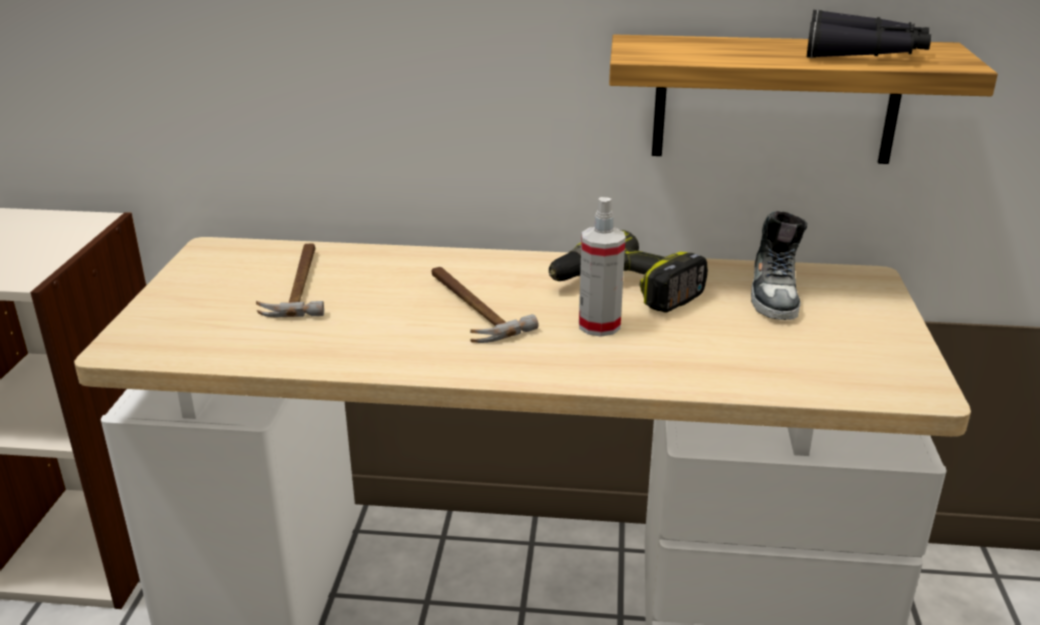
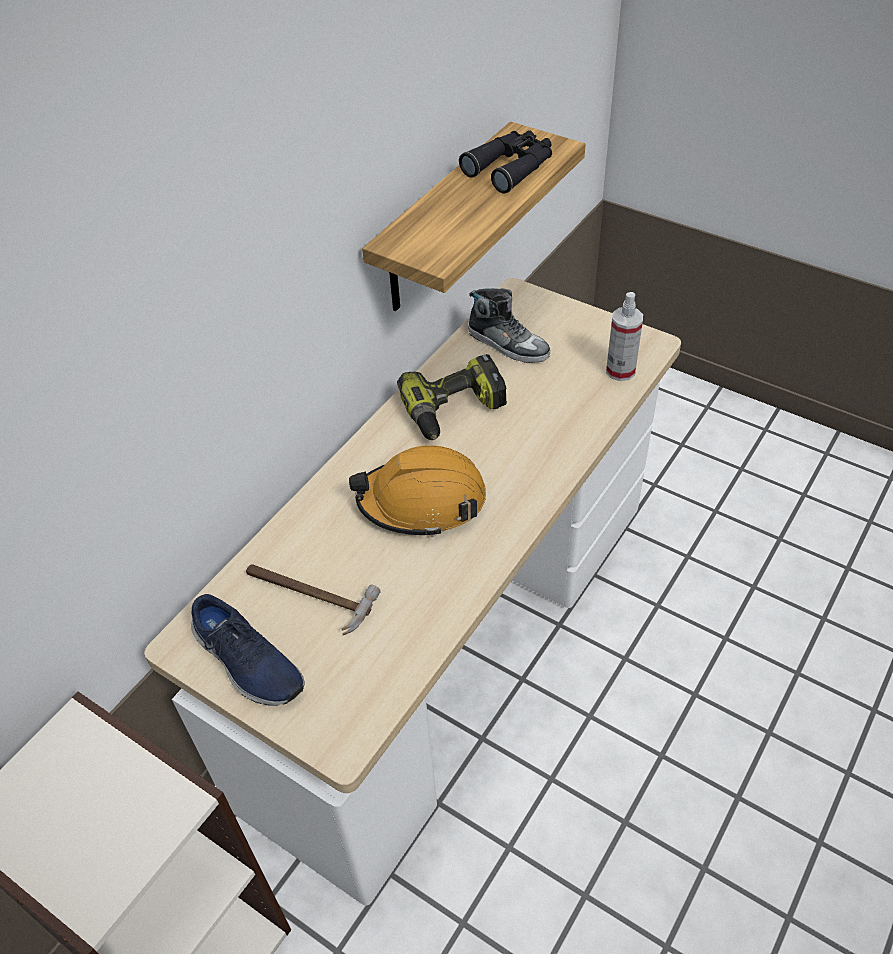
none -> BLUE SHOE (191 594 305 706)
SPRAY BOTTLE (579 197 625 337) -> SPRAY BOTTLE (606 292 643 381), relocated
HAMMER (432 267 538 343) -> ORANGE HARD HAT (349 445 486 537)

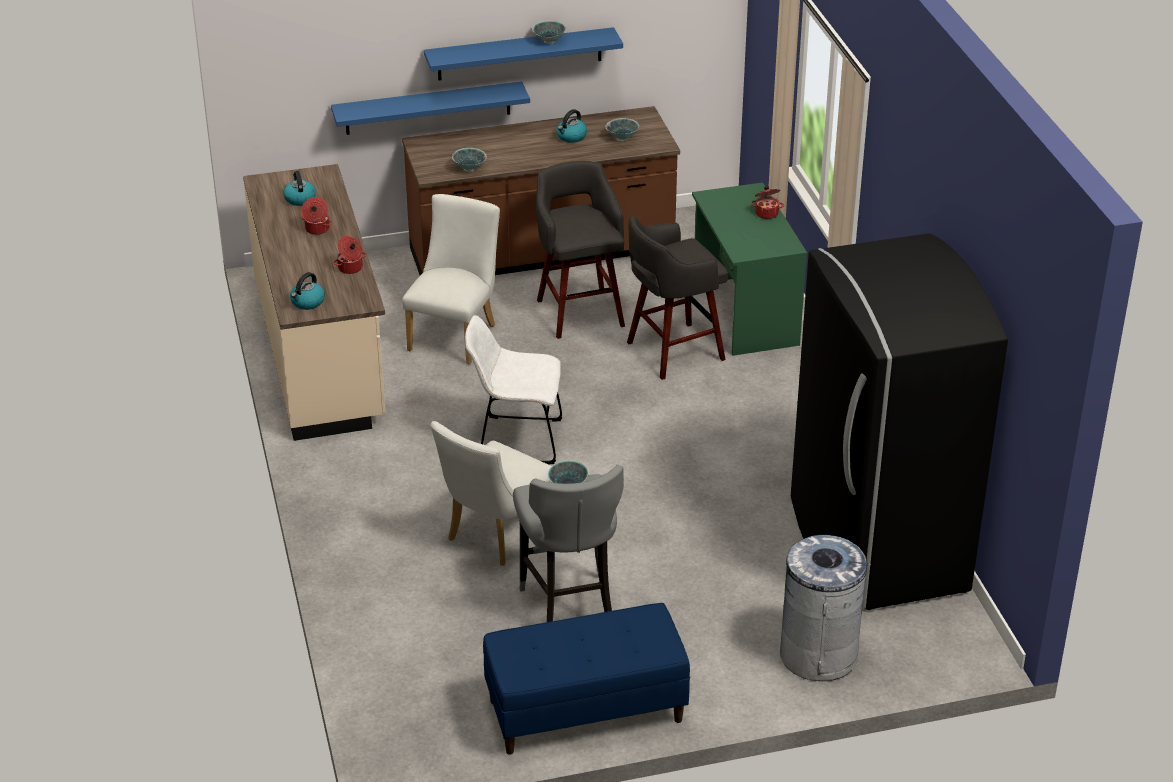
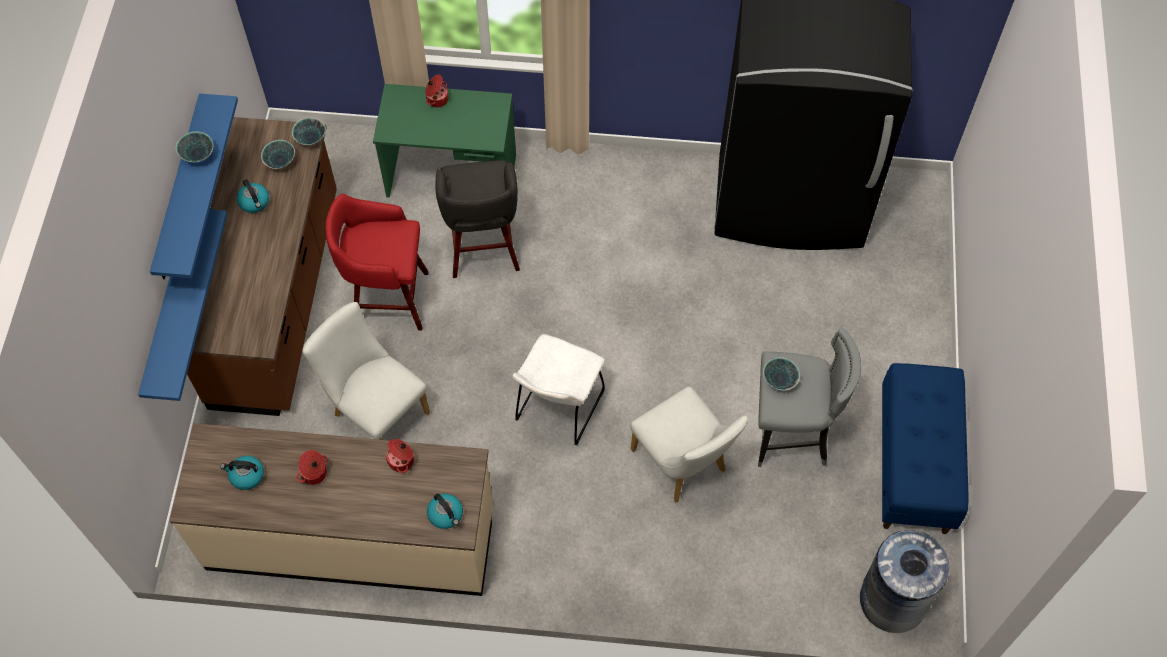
BOWL (452 148 487 172) -> BOWL (292 117 326 145), relocated
GREY TRASH CAN (780 535 871 681) -> GREY TRASH CAN (860 530 950 633), relocated
GREY STOOL (536 161 625 339) -> RED STOOL (326 193 429 330)

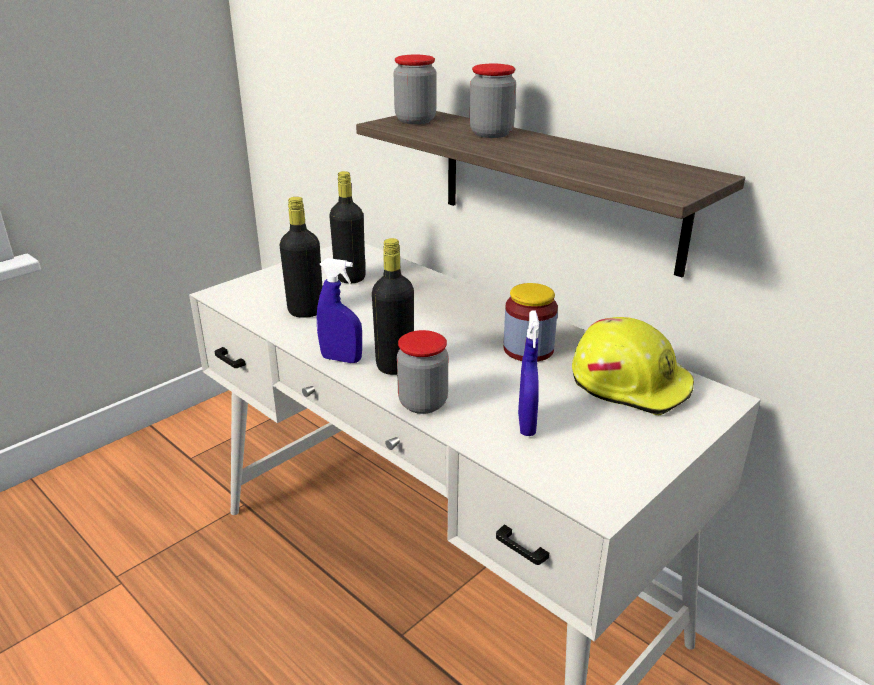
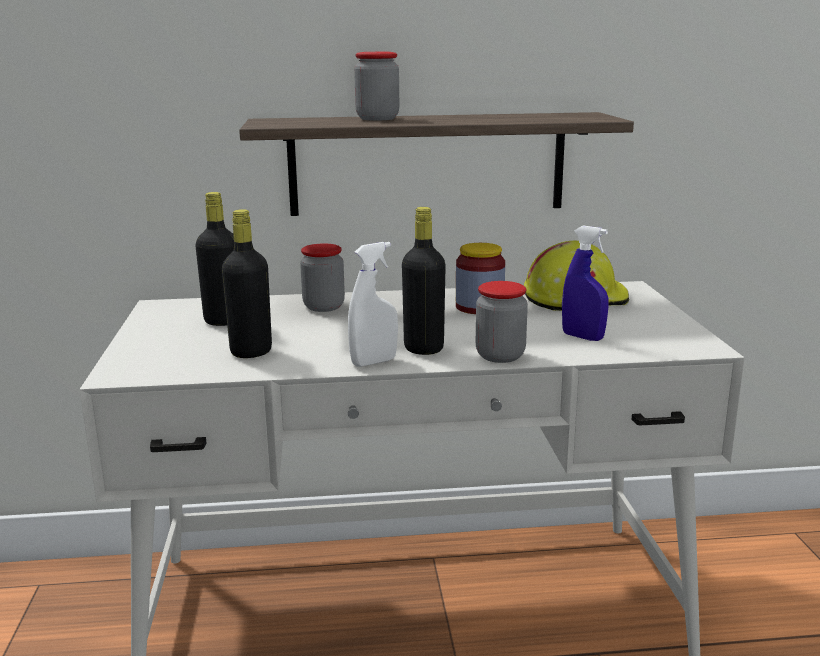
JAR (394 54 436 124) -> JAR (300 244 345 312), relocated
BLUE SPRAY BOTTLE (317 258 362 363) -> WHITE SPRAY BOTTLE (348 242 398 367)

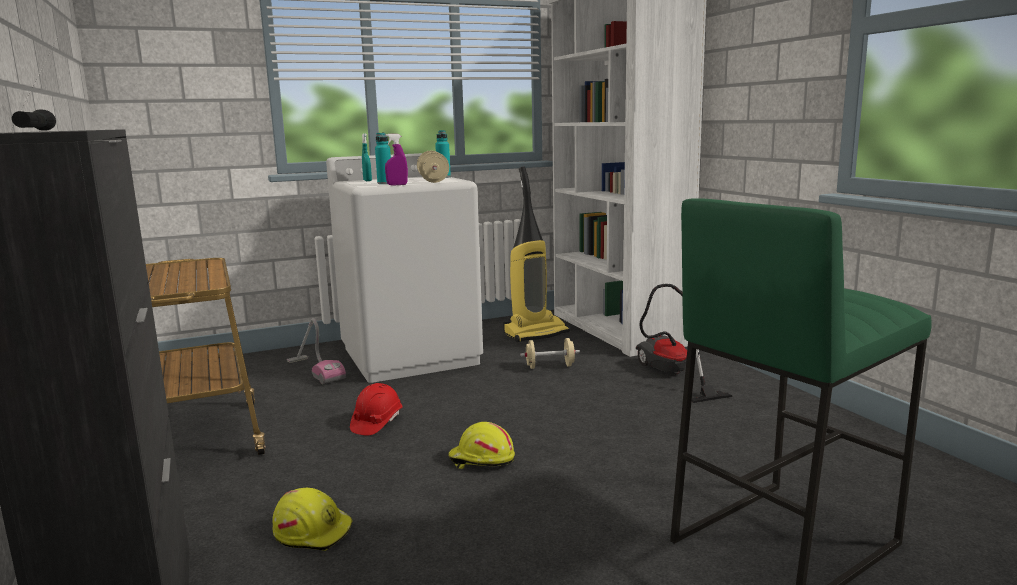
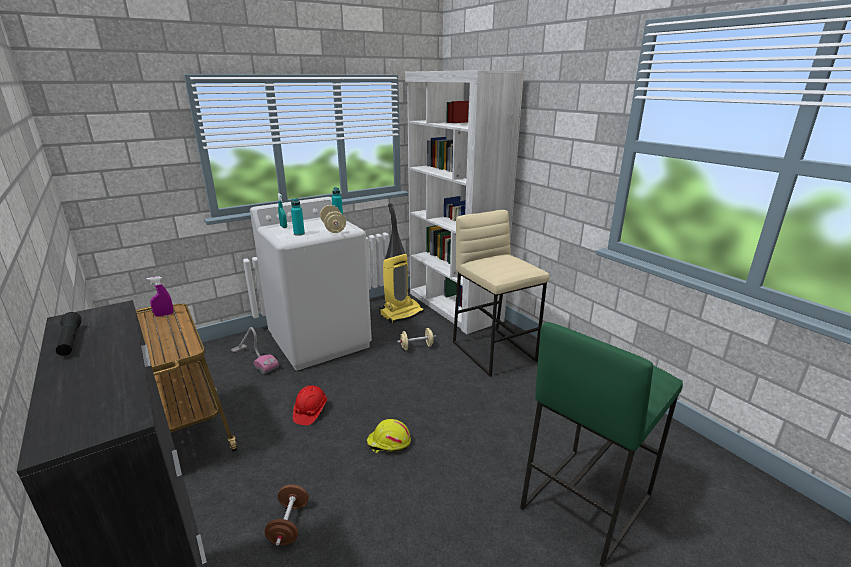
PURPLE SPRAY BOTTLE (385 134 408 185) -> PURPLE SPRAY BOTTLE (147 276 173 317), relocated
YELLOW HARD HAT (272 488 353 551) -> BROWN DUMBBELL (264 485 309 546)
VACUUM CLEANER (636 284 733 403) -> BEIGE STOOL (453 210 550 377)

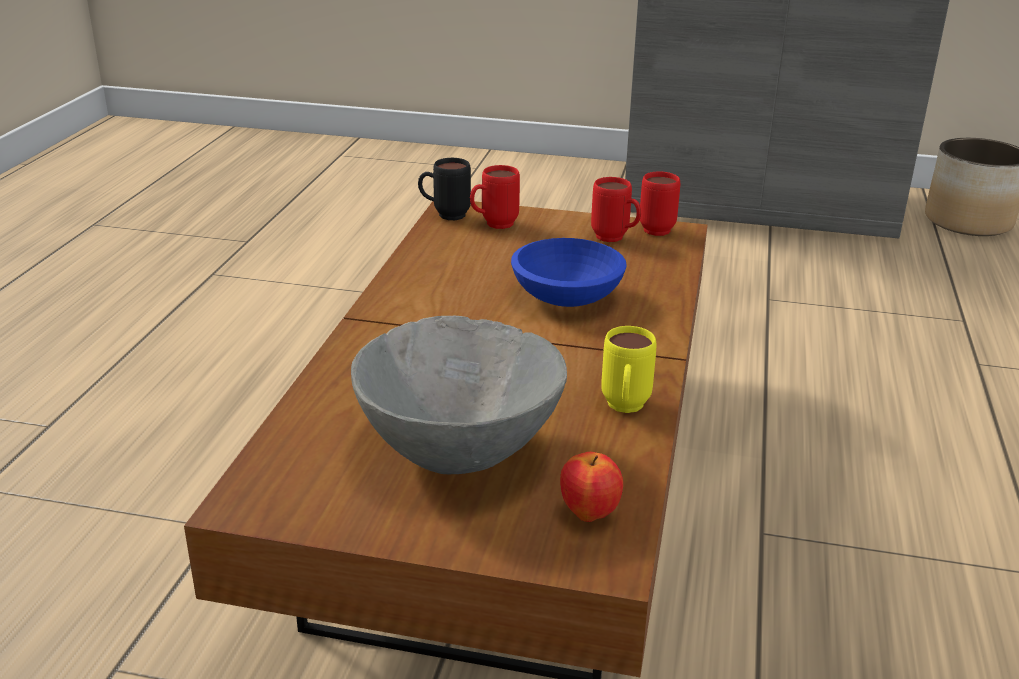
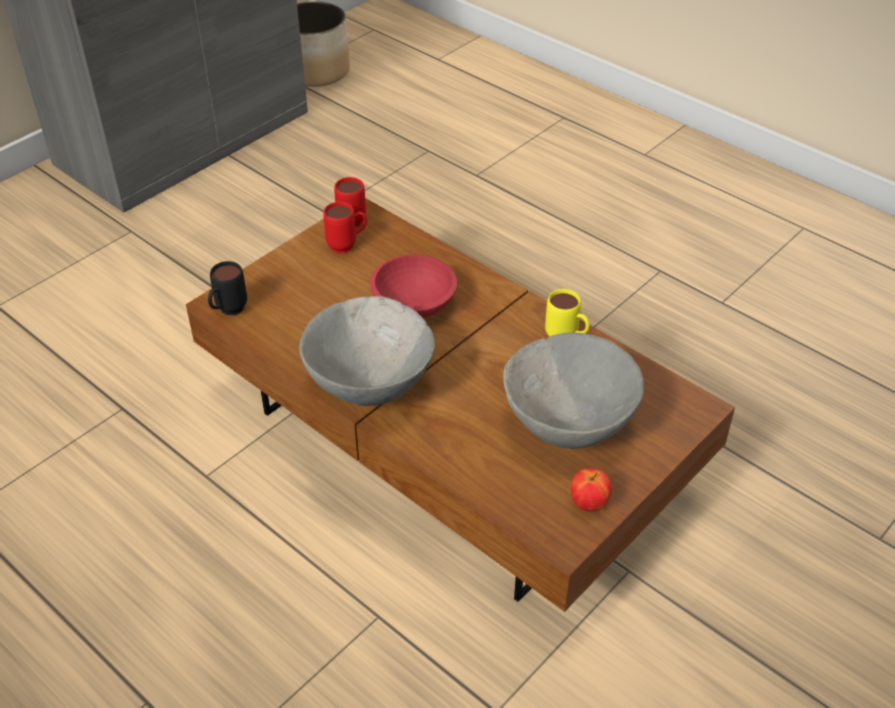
RED MUG (470 165 520 229) -> none
none -> GREY BOWL (299 296 435 406)
APPLE (560 452 623 522) -> APPLE (571 468 612 511), relocated
BLUE BOWL (511 238 627 307) -> RED BOWL (370 255 457 318)

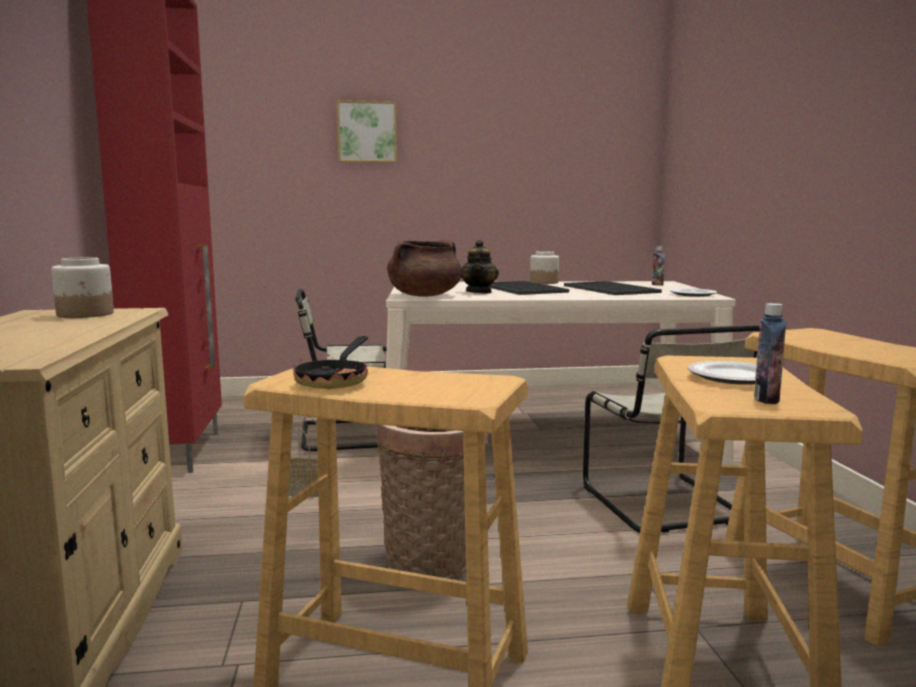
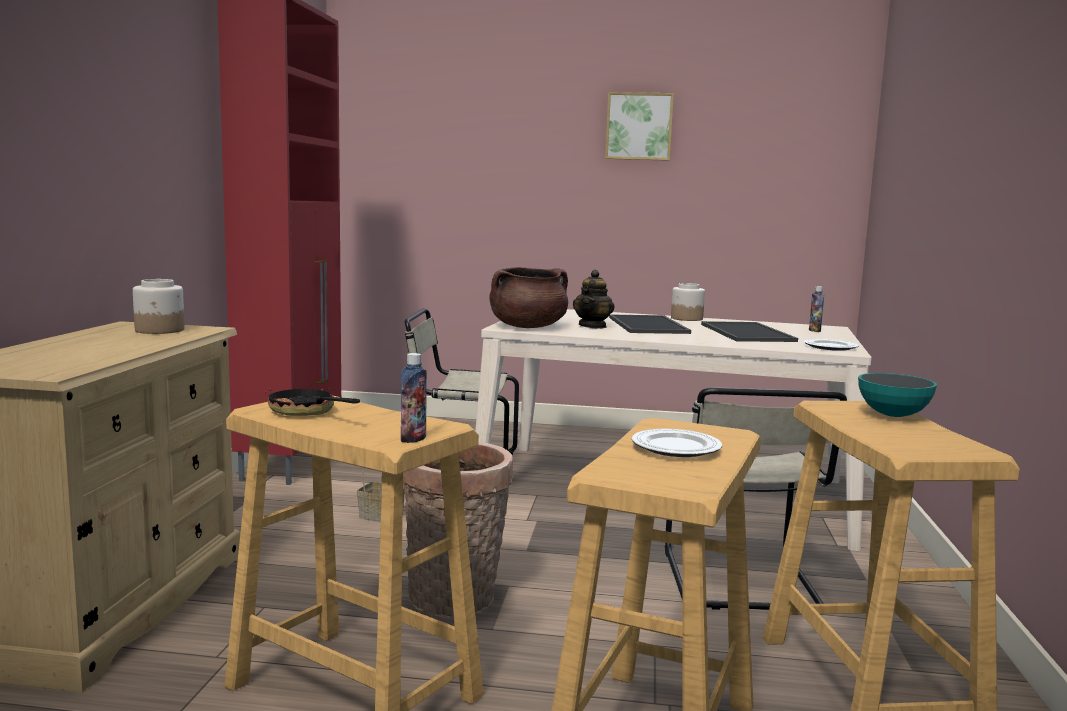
none -> BOWL (858 373 937 417)
PICTURE (337 100 397 162) -> PICTURE (605 92 674 161), relocated
BOTTLE (754 303 786 404) -> BOTTLE (401 353 427 443), relocated
FRYING PAN (293 336 368 389) -> FRYING PAN (265 385 360 416), 105 degrees clockwise

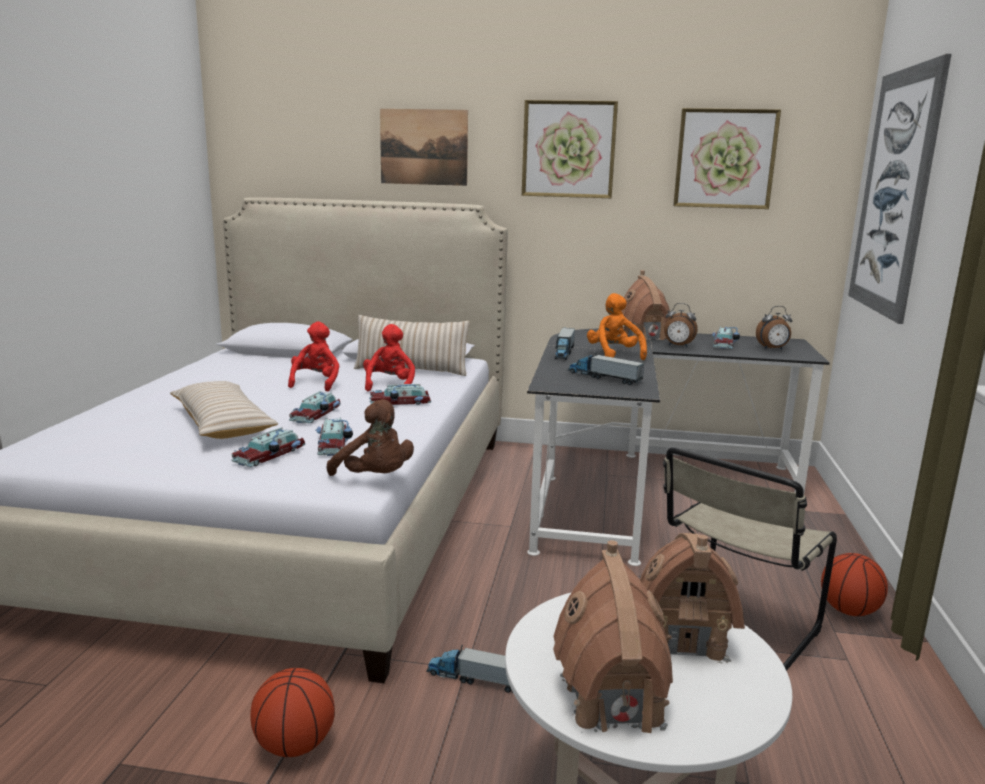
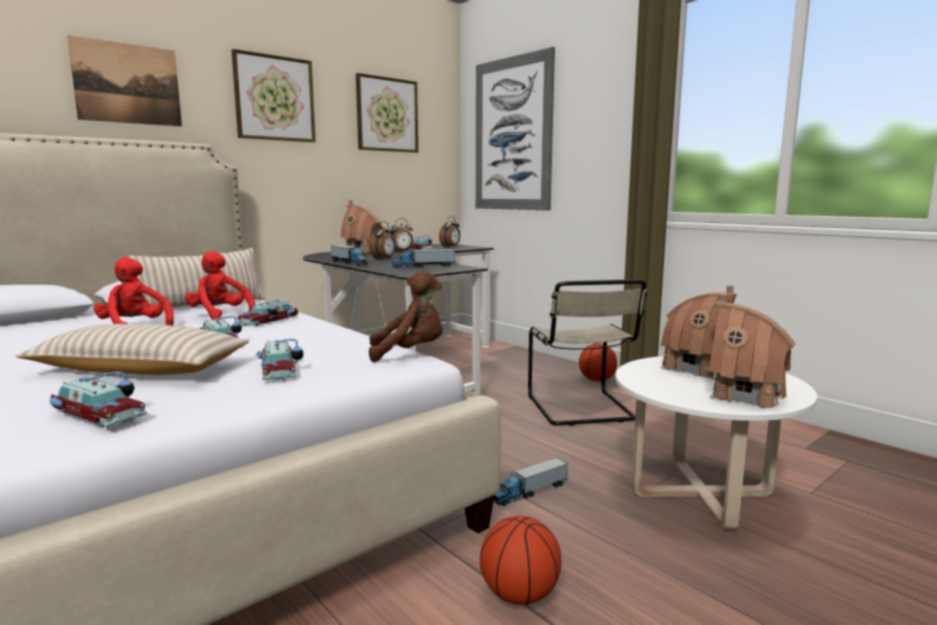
TOY CAR (316 418 353 456) -> TOY CAR (48 371 147 427), relocated
ORANGE PLUSH TOY (587 293 647 360) -> ALARM CLOCK (369 221 396 260)

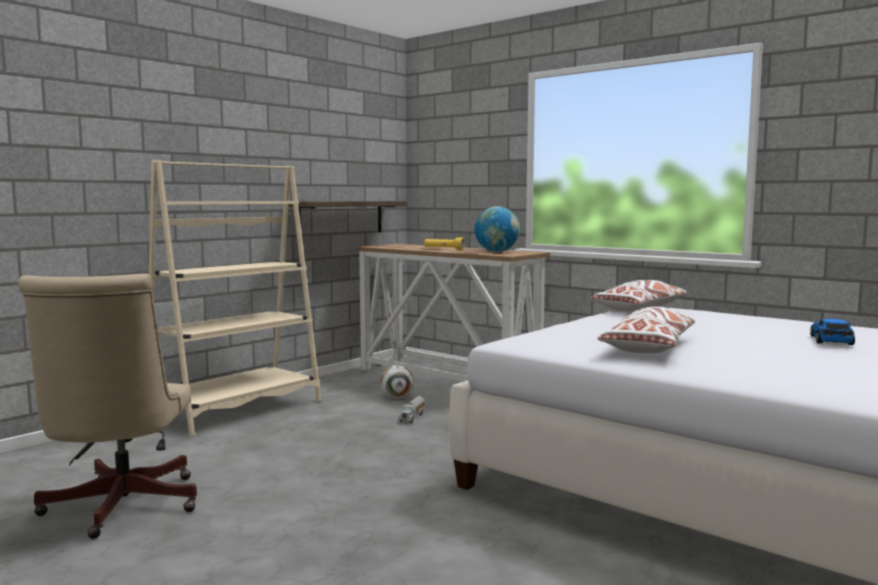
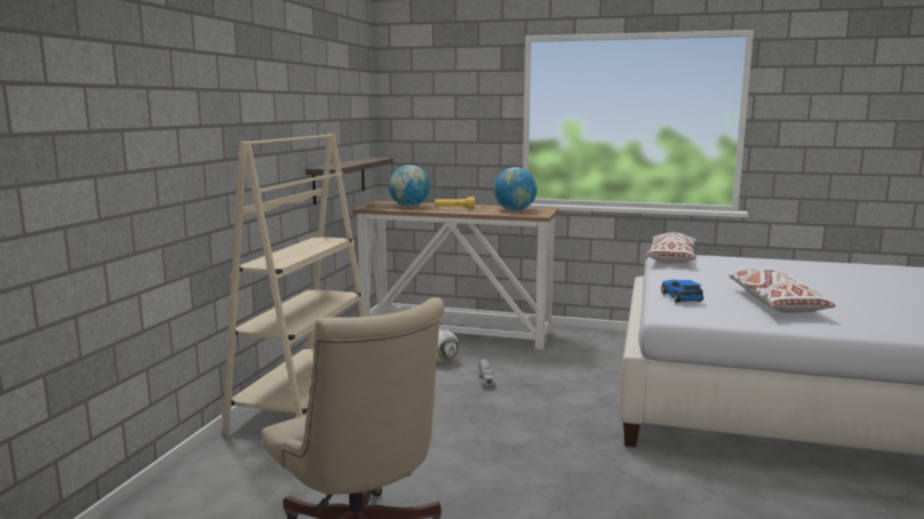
none -> GLOBE (389 165 430 207)
TOY CAR (810 319 855 345) -> TOY CAR (661 280 704 303), relocated

